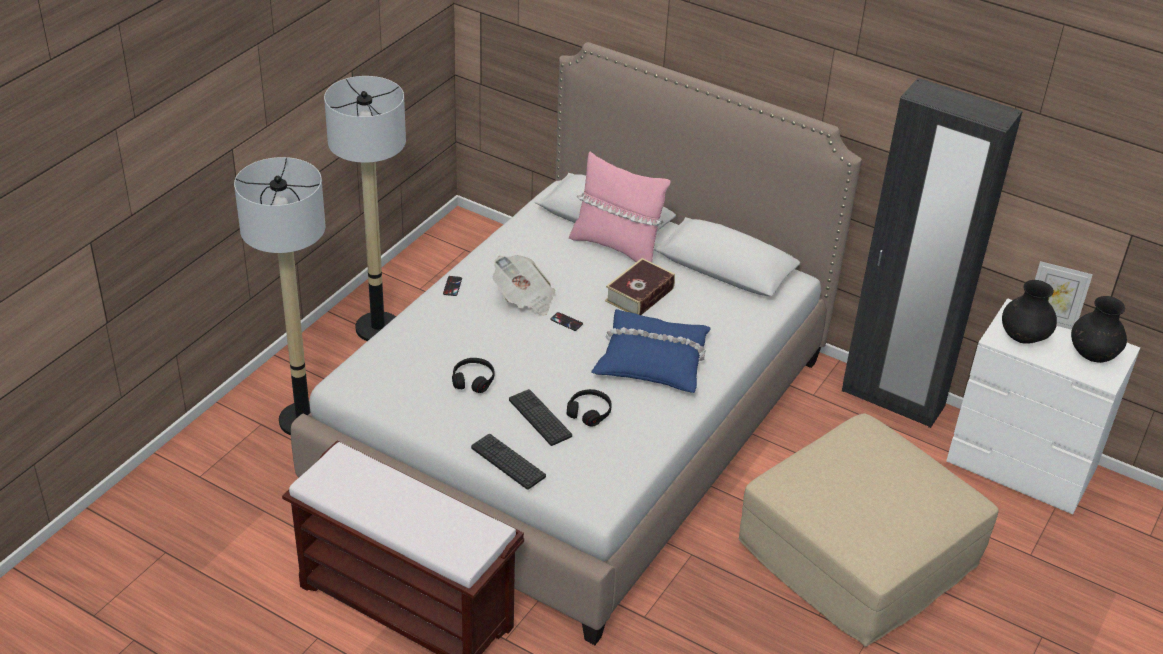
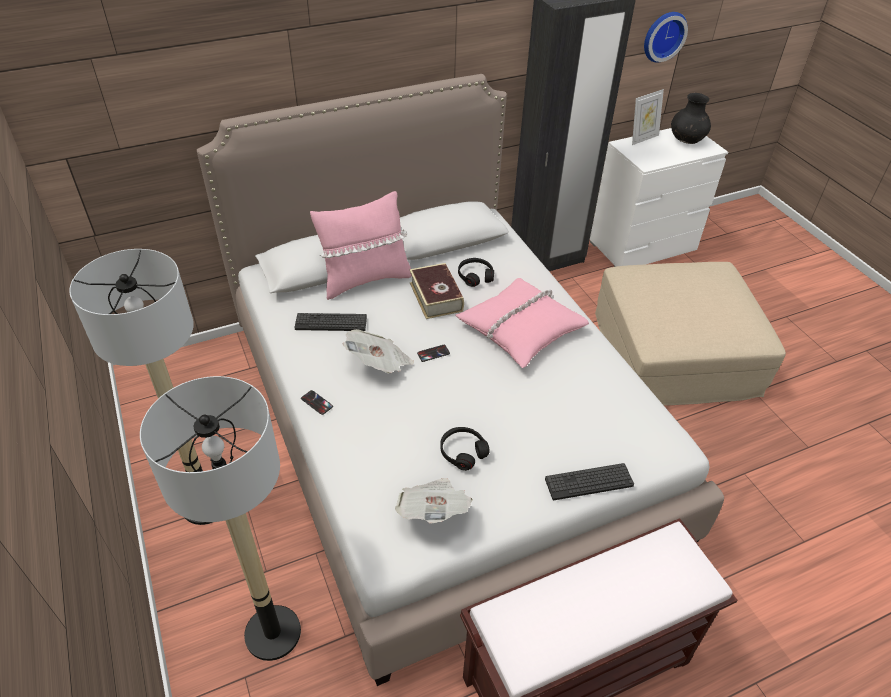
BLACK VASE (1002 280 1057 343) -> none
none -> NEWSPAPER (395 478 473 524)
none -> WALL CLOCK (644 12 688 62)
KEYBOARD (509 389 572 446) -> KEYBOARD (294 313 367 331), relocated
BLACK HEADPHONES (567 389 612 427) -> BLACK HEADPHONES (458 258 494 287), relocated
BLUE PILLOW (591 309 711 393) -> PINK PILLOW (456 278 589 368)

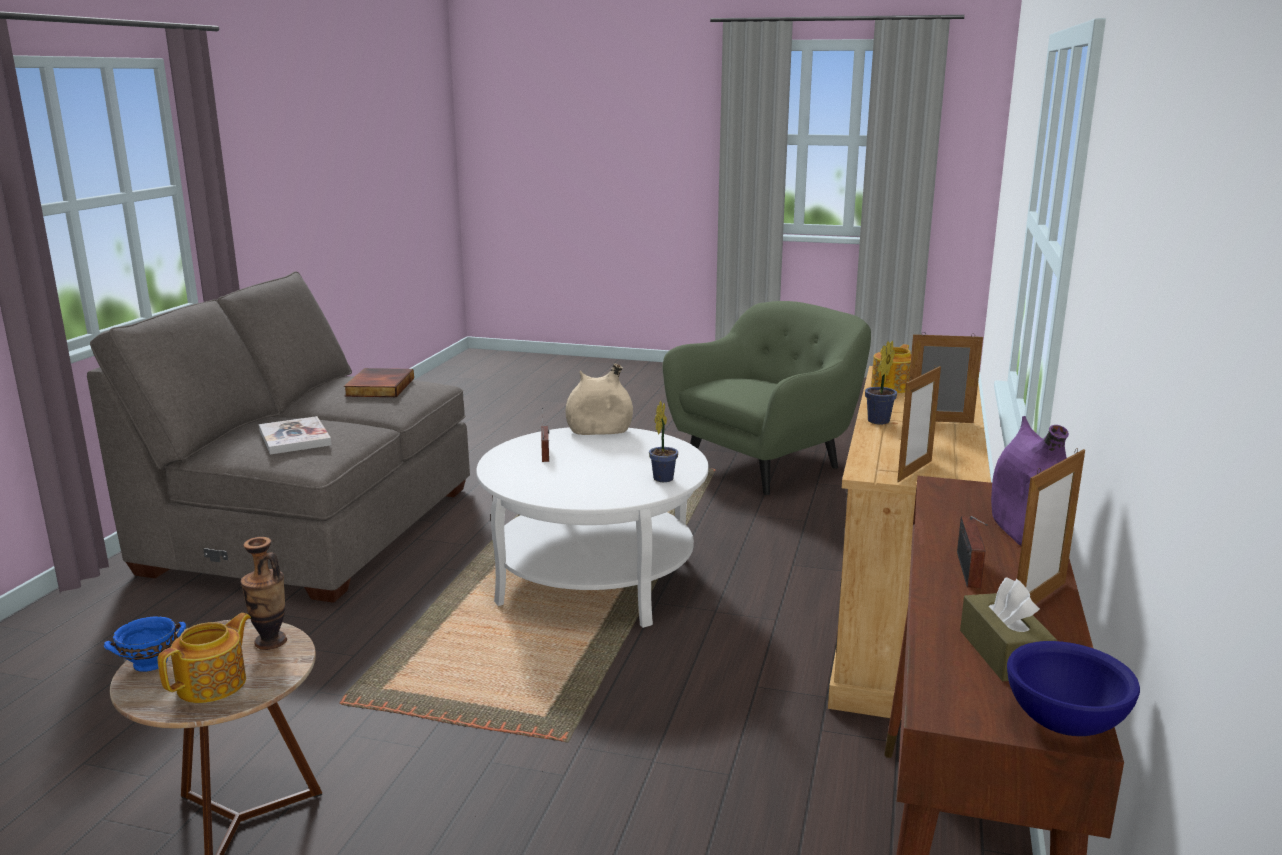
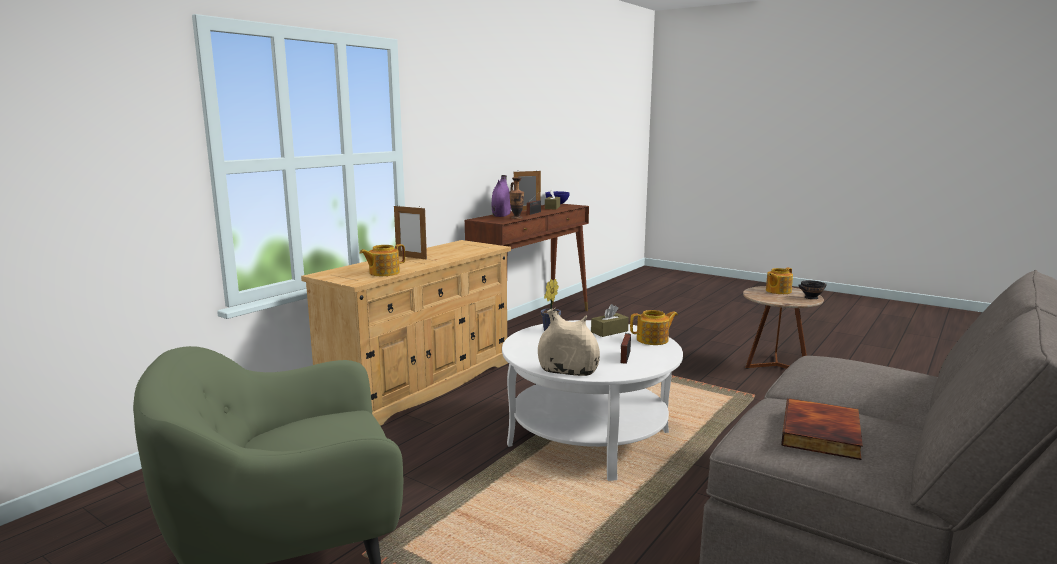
BOOK (259 416 332 455) -> none
POTTED PLANT (865 341 897 425) -> none
PICTURE FRAME (897 366 941 482) -> none
none -> BROWN TISSUE BOX (591 304 629 337)
none -> TEAPOT (630 310 678 345)
VASE (241 537 287 650) -> VASE (509 177 524 219), relocated
BLUE BOWL (104 616 186 672) -> BLACK BOWL (798 280 827 299)

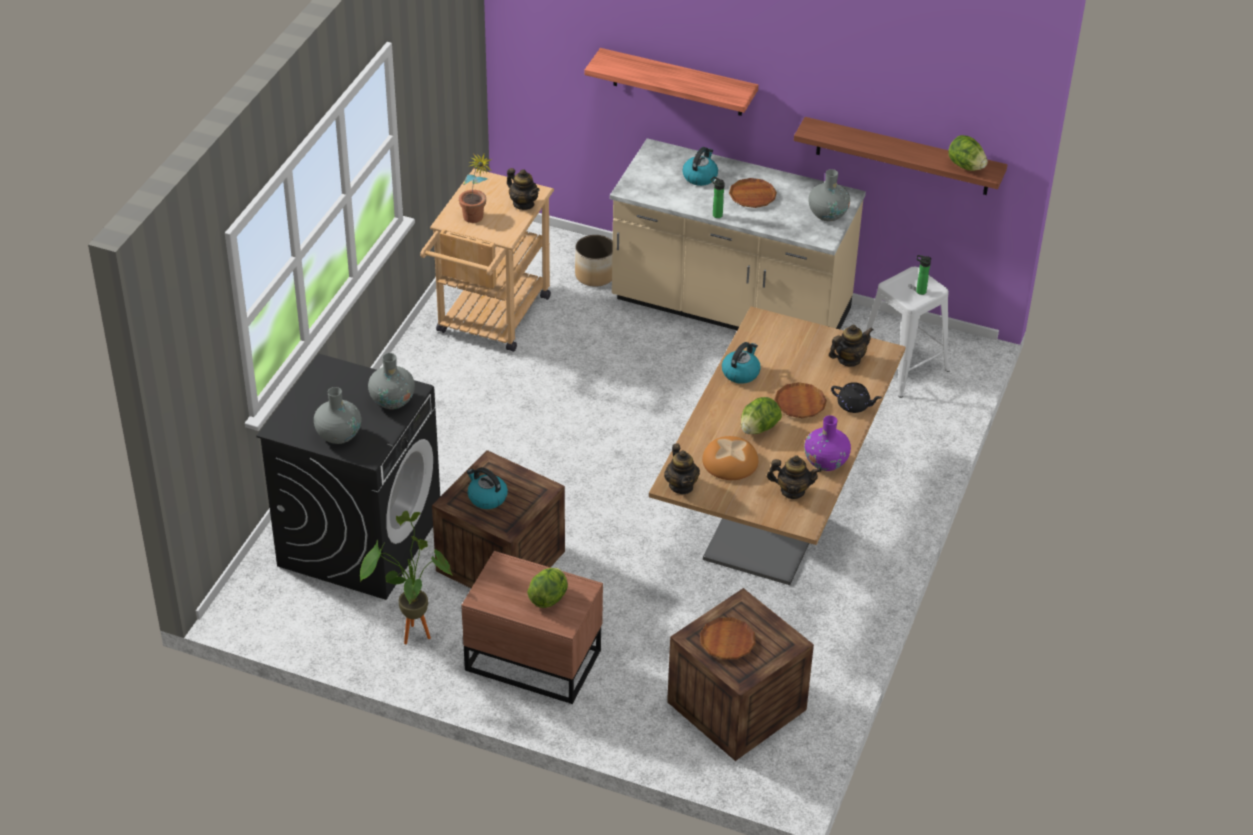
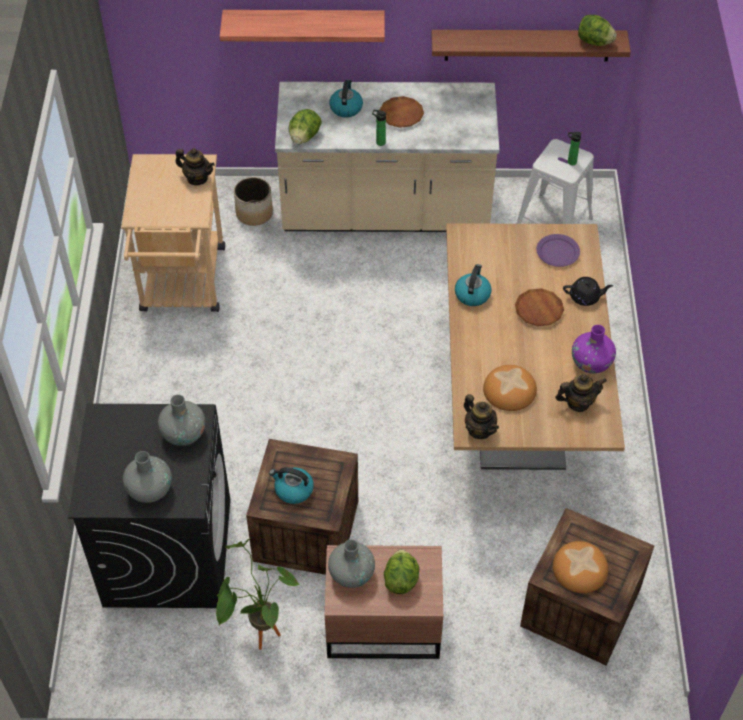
POTTED PLANT (459 153 492 223) -> none
LETTUCE (741 397 782 434) -> LETTUCE (289 109 322 144), relocated
GREY VASE (808 169 850 221) -> GREY VASE (328 539 375 588), relocated
BROWN PLATE (700 617 756 660) -> BREAD (553 541 608 593)
TEAPOT (829 324 873 367) -> PURPLE PLATE (536 234 580 267)

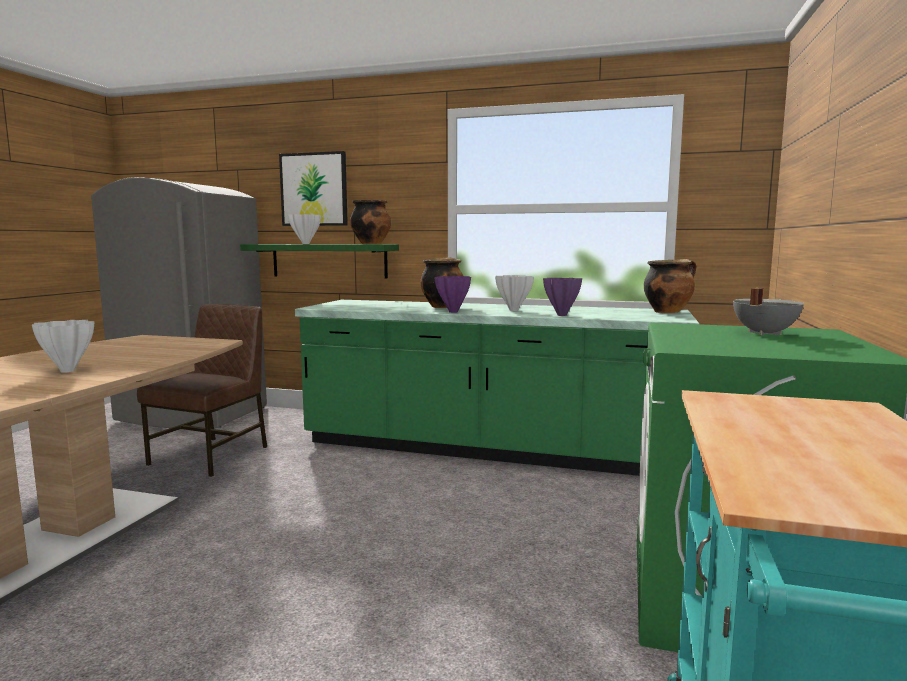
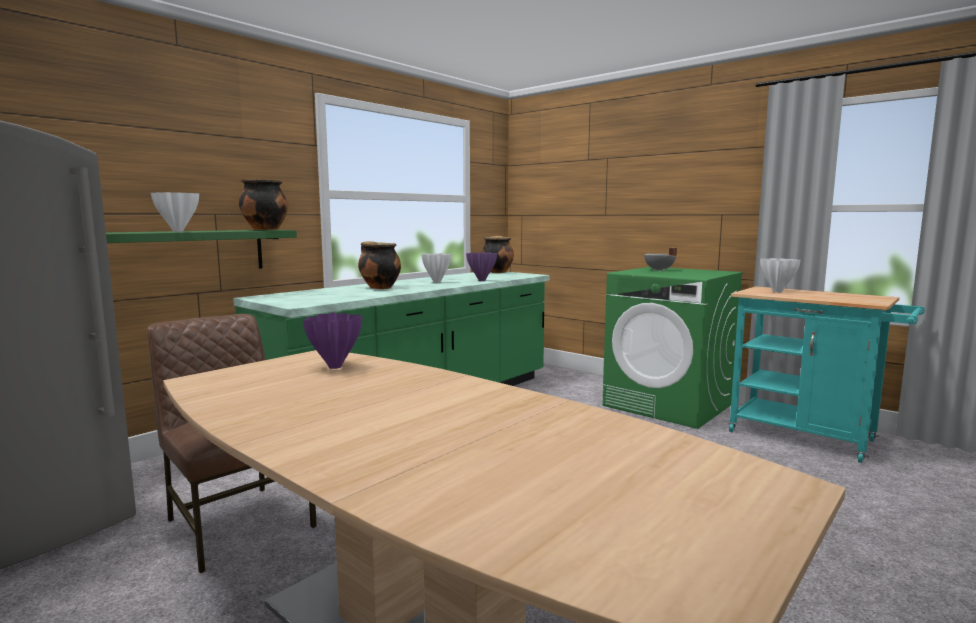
PICTURE (279 151 348 226) -> none
WHITE VASE (32 320 94 373) -> WHITE VASE (760 258 801 293), relocated
PURPLE VASE (434 276 471 313) -> PURPLE VASE (303 312 362 369), relocated

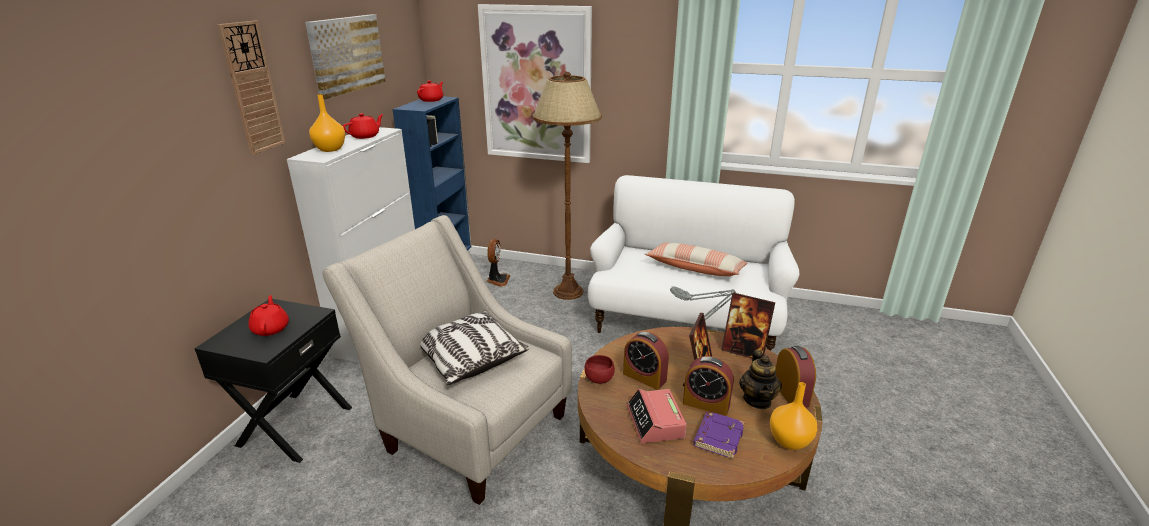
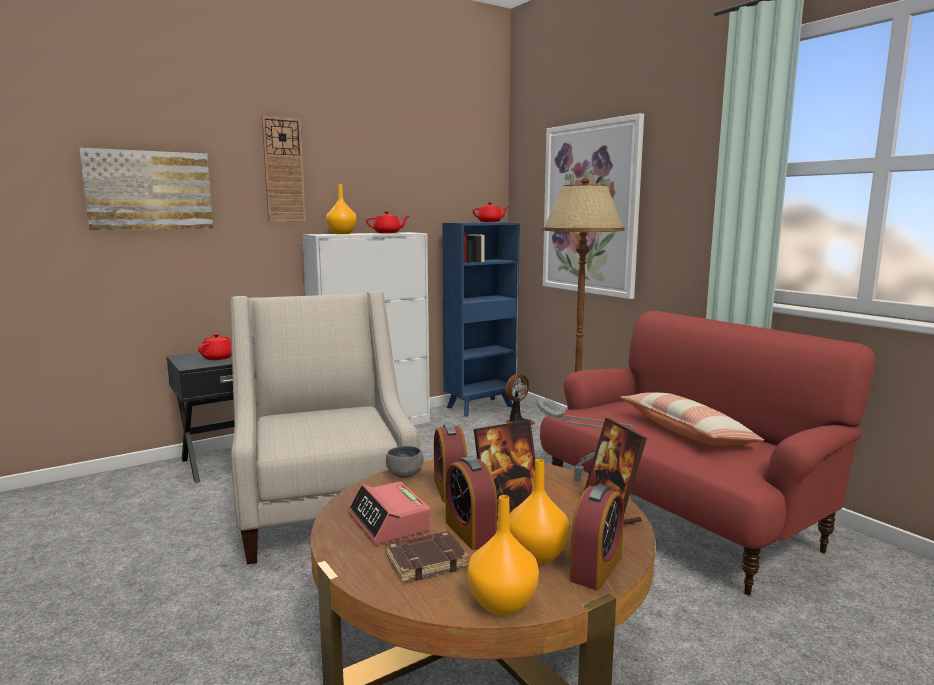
PILLOW (420 311 530 385) -> none
PICTURE (305 14 386 100) -> PICTURE (79 148 213 230), relocated
TEAPOT (739 350 782 409) -> ORANGE VASE (509 459 570 564)
RED BOWL (584 355 615 384) -> GREY BOWL (386 446 423 478)
WHITE SOFA (588 175 800 351) -> RED SOFA (540 311 876 596)
PURPLE BOOK (693 411 745 459) -> BROWN BOOK (385 531 469 582)
ALARM CLOCK (627 389 687 443) -> ALARM CLOCK (348 482 431 545), 60 degrees counterclockwise

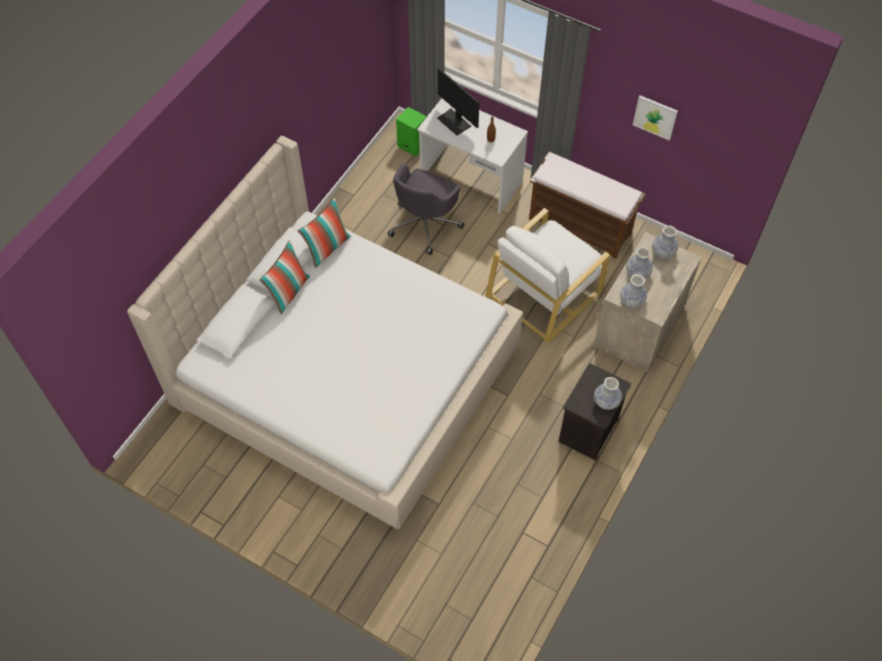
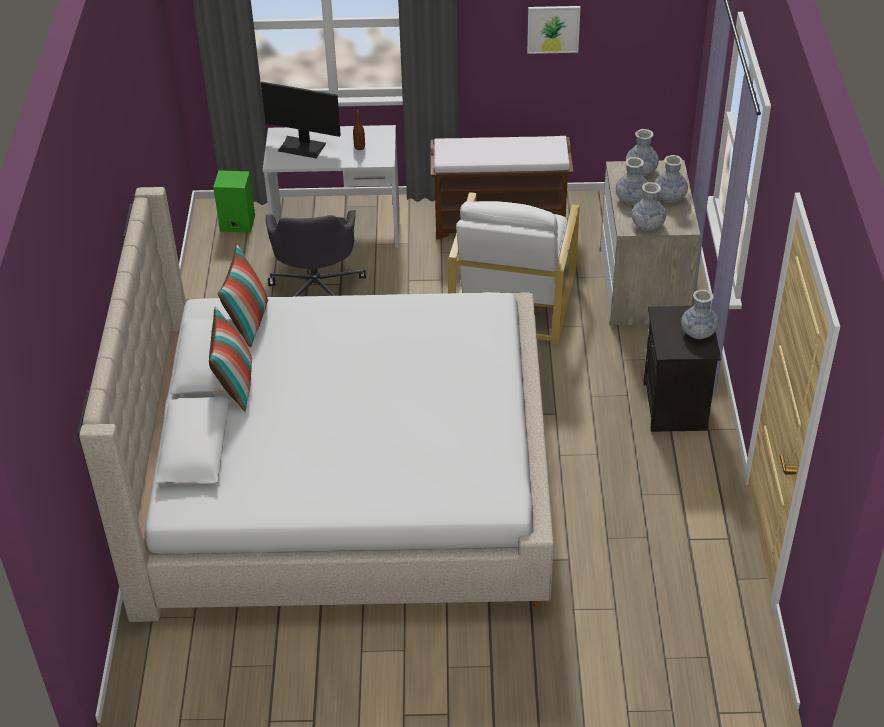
none -> VASE (655 155 688 203)

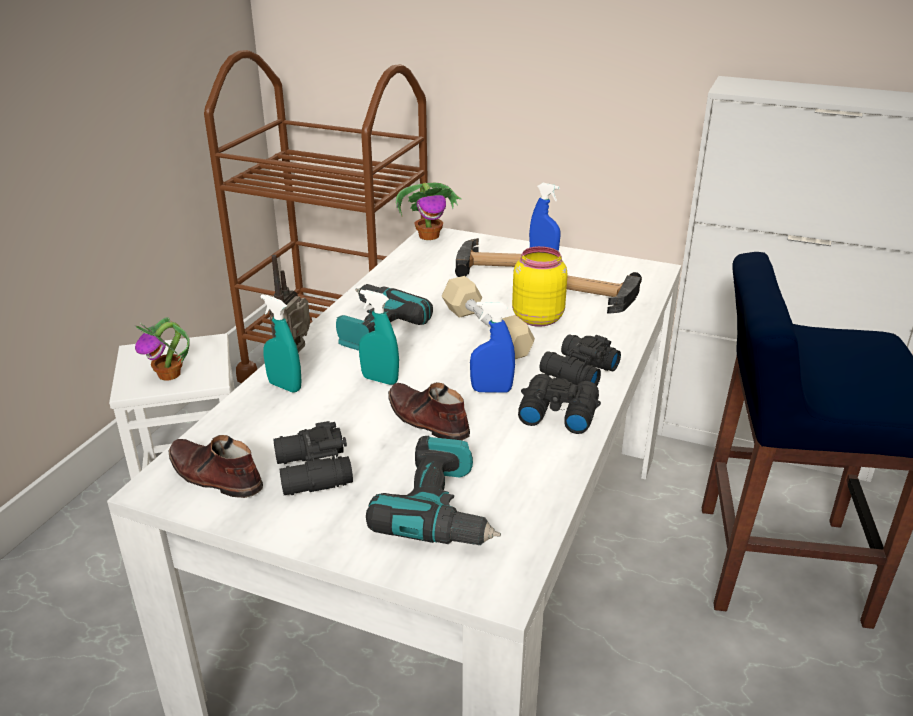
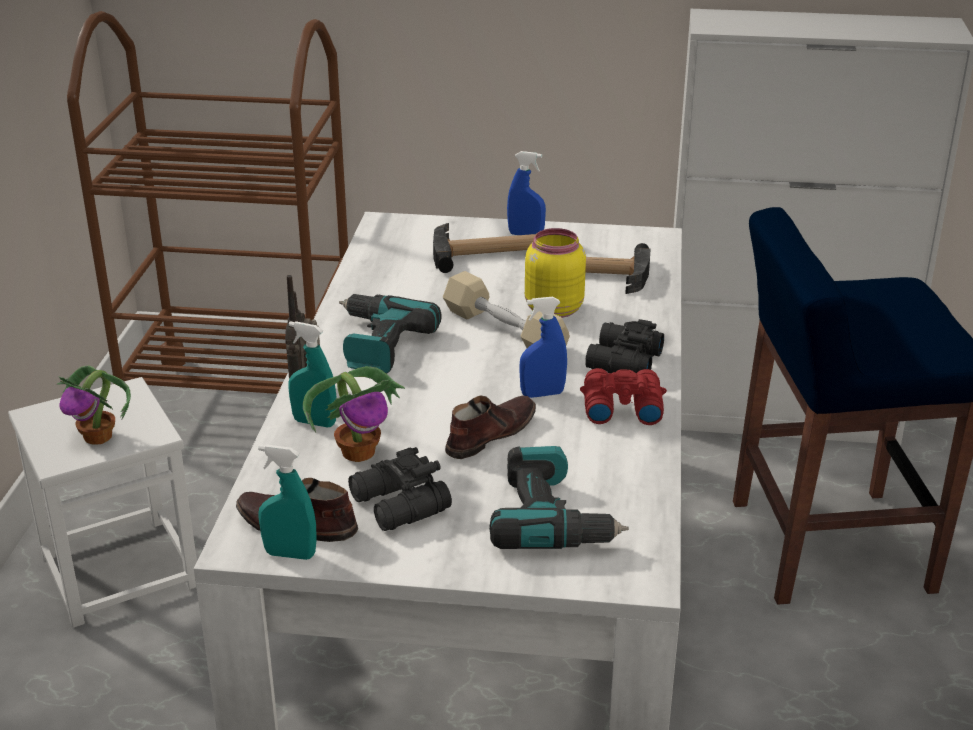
TURQUOISE SPRAY BOTTLE (359 290 399 385) -> TURQUOISE SPRAY BOTTLE (258 444 317 560), relocated
POTTED PLANT (396 182 461 240) -> POTTED PLANT (303 366 405 462), relocated
BLACK BINOCULARS (518 374 601 434) -> RED BINOCULARS (580 368 667 425)
BROWN SHOE (388 382 470 440) -> BROWN SHOE (445 395 536 459), 105 degrees clockwise

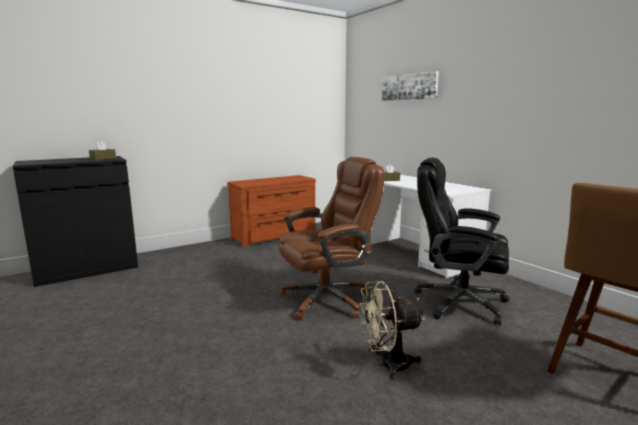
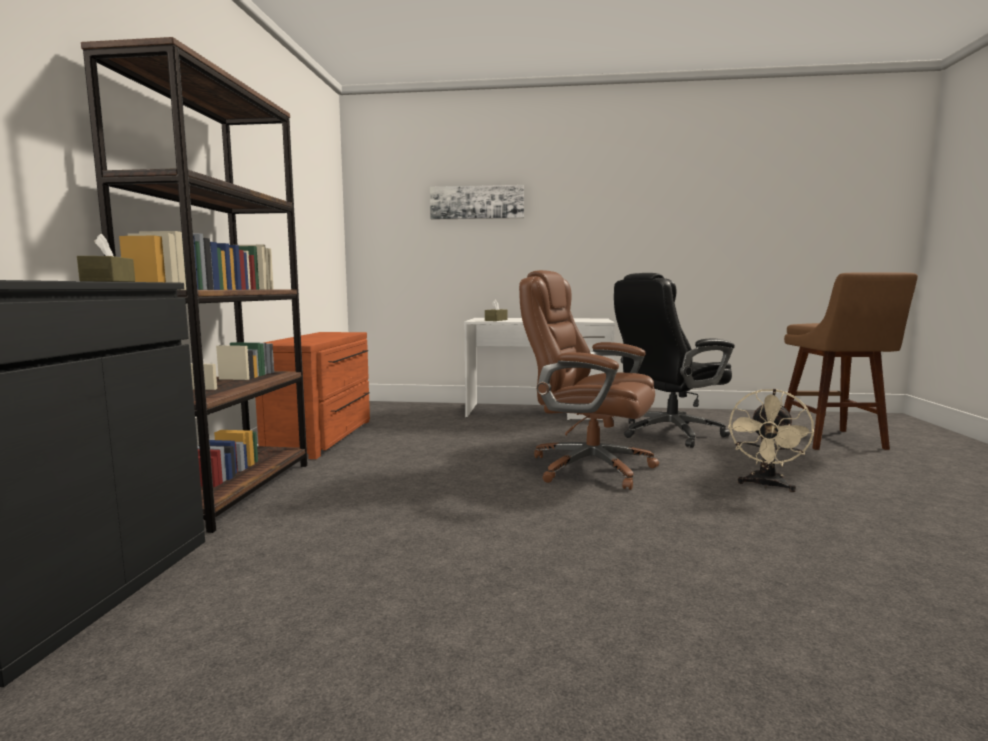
none -> BROWN BOOKCASE (81 37 308 533)
BROWN OFFICE CHAIR (279 157 384 320) -> BROWN OFFICE CHAIR (519 270 659 490), 75 degrees counterclockwise

